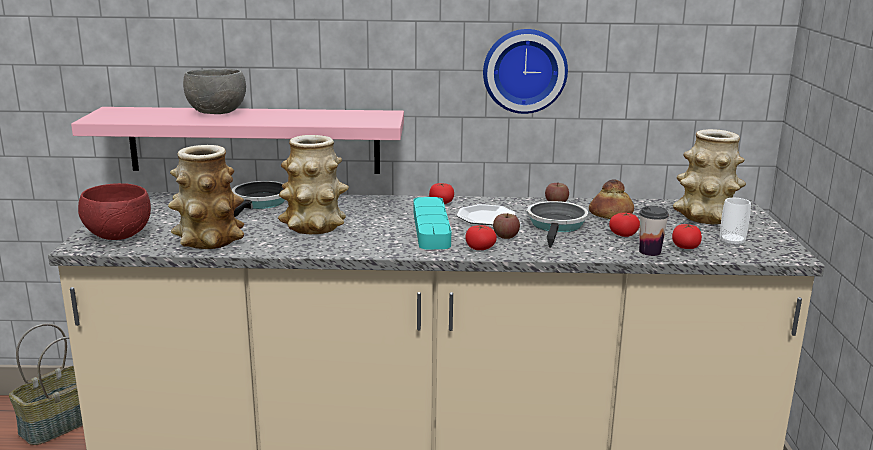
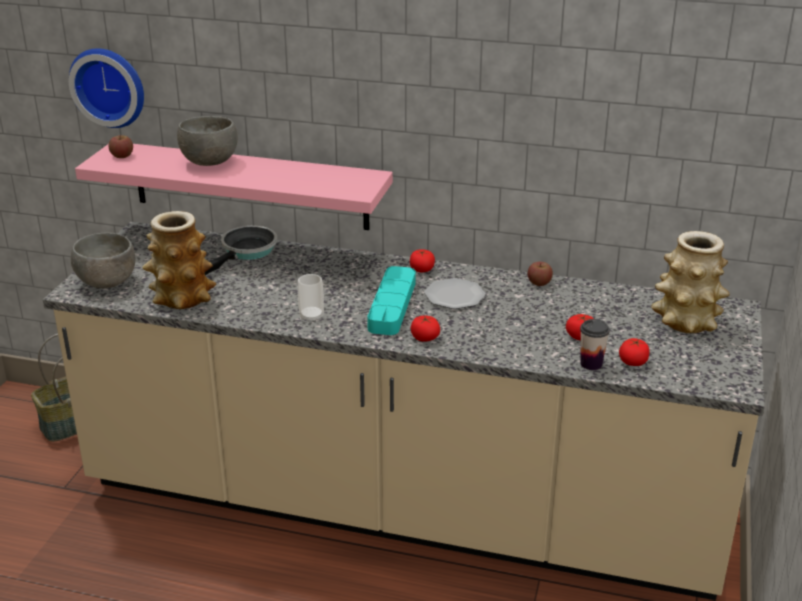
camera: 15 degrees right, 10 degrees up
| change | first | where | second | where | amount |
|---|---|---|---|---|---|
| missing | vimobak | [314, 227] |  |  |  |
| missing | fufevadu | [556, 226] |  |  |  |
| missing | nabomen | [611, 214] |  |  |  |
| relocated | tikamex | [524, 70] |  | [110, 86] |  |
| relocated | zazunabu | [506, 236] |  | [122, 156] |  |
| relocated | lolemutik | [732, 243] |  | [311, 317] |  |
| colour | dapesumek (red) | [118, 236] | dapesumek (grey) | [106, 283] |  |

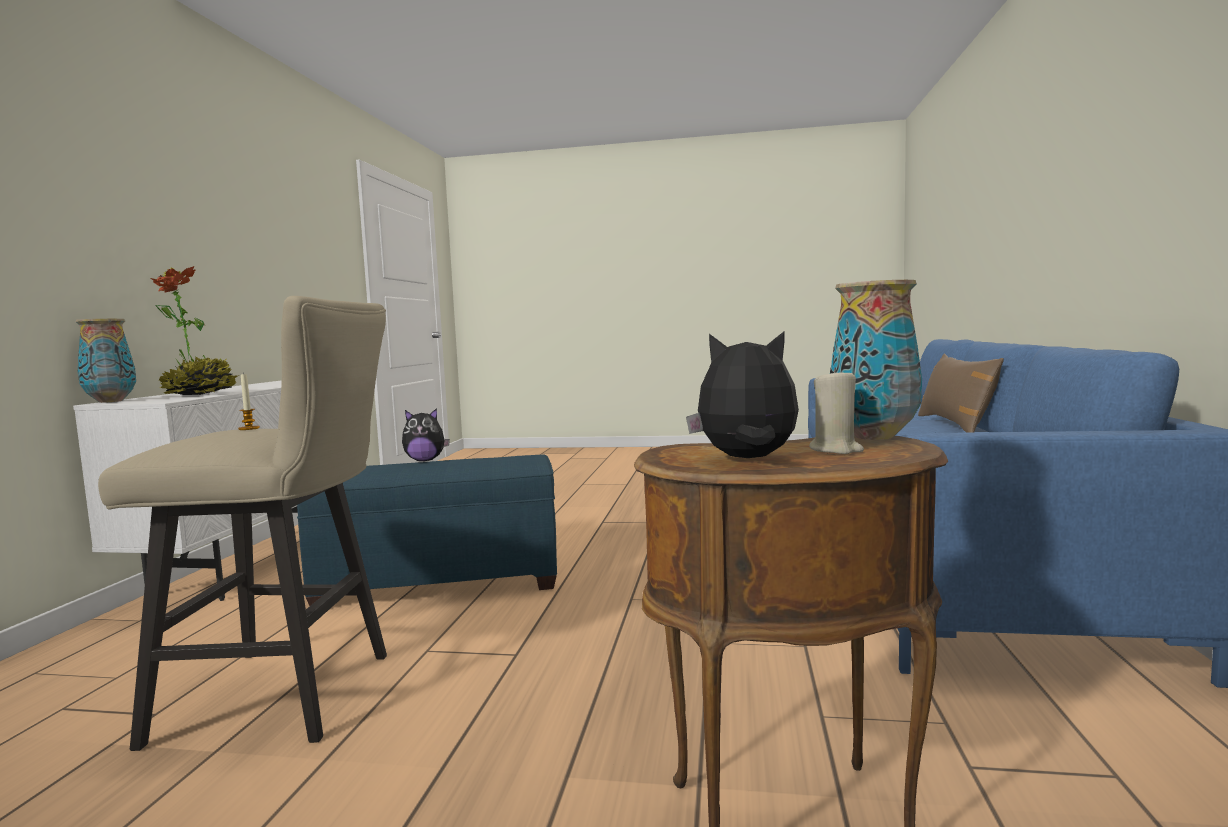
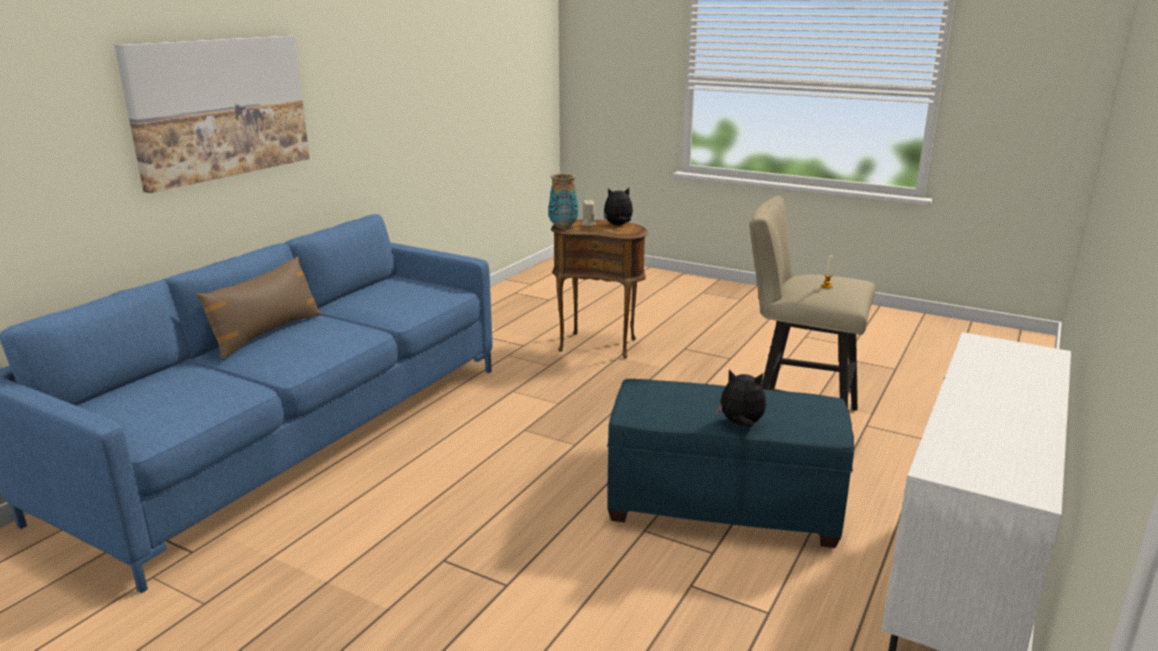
camera: 160 degrees left, 15 degrees up
| change | first | where | second | where | amount |
|---|---|---|---|---|---|
| missing | vimobak | [111, 401] |  |  |  |
| missing | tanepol | [200, 394] |  |  |  |
| appeared |  |  | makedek | [220, 108] |  |
| spun | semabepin | [747, 459] |  | [618, 225] | 135 degrees clockwise |

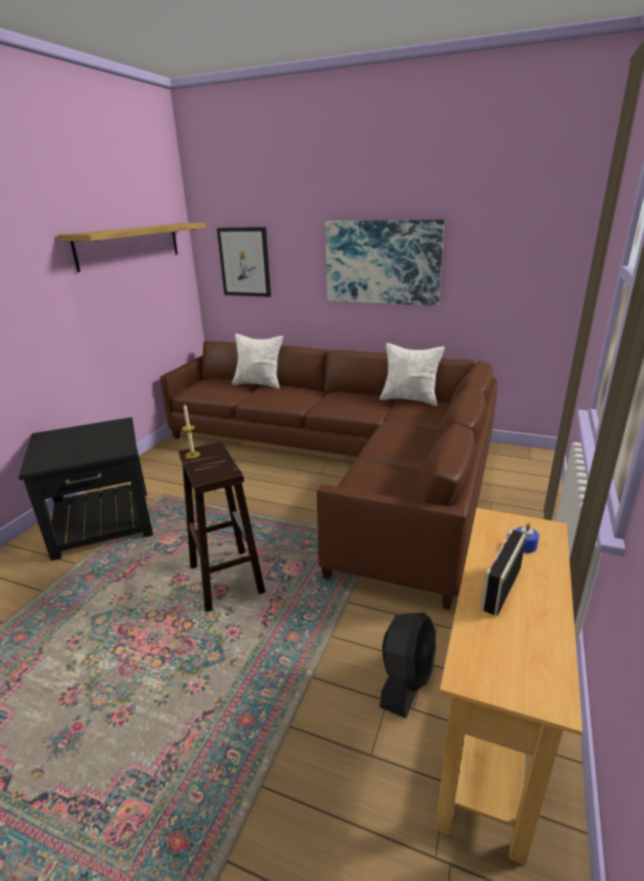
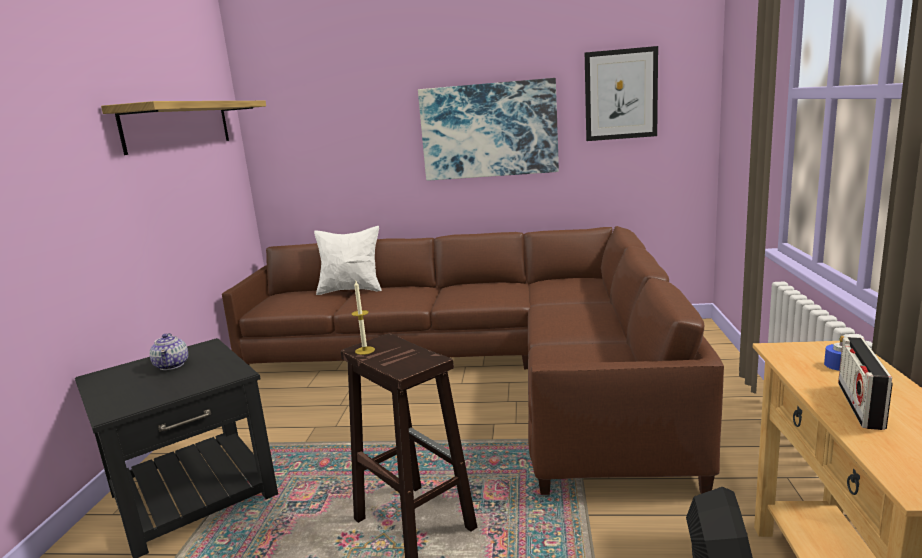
camera: 15 degrees left, 10 degrees down
| change | first | where | second | where | amount |
|---|---|---|---|---|---|
| missing | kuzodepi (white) | [410, 399] |  |  |  |
| appeared |  |  | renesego | [172, 365] |  |
| relocated | makedek | [245, 262] |  | [620, 94] |  |

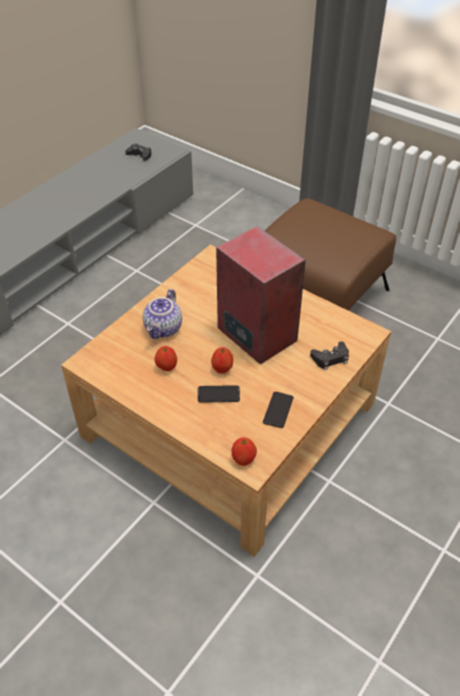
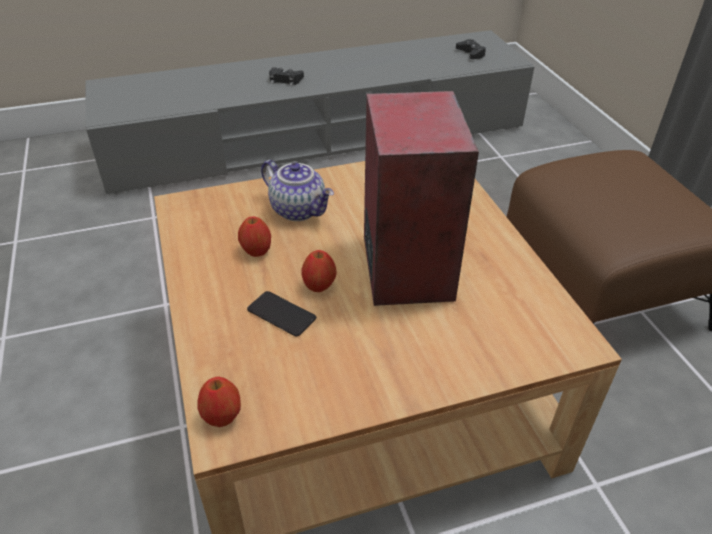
camera: 35 degrees right, 5 degrees down
| change | first | where | second | where | amount |
|---|---|---|---|---|---|
| missing | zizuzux | [278, 410] |  |  |  |
| relocated | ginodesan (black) | [330, 358] |  | [285, 80] |  |
| spun | renesego | [164, 329] |  | [299, 210] | 105 degrees counterclockwise |

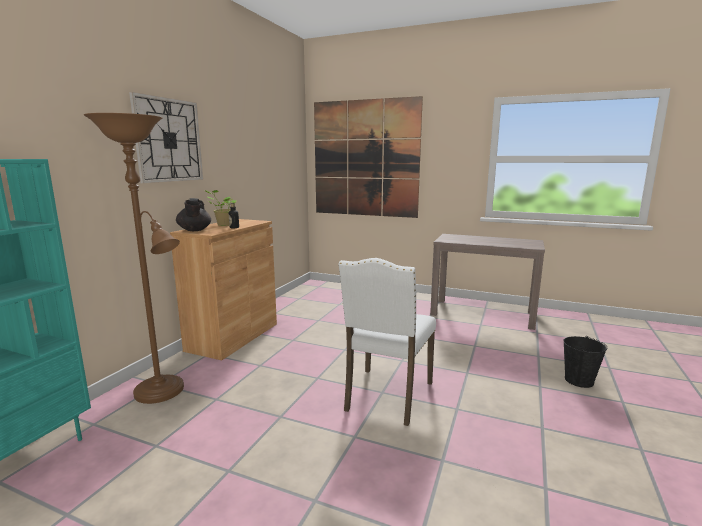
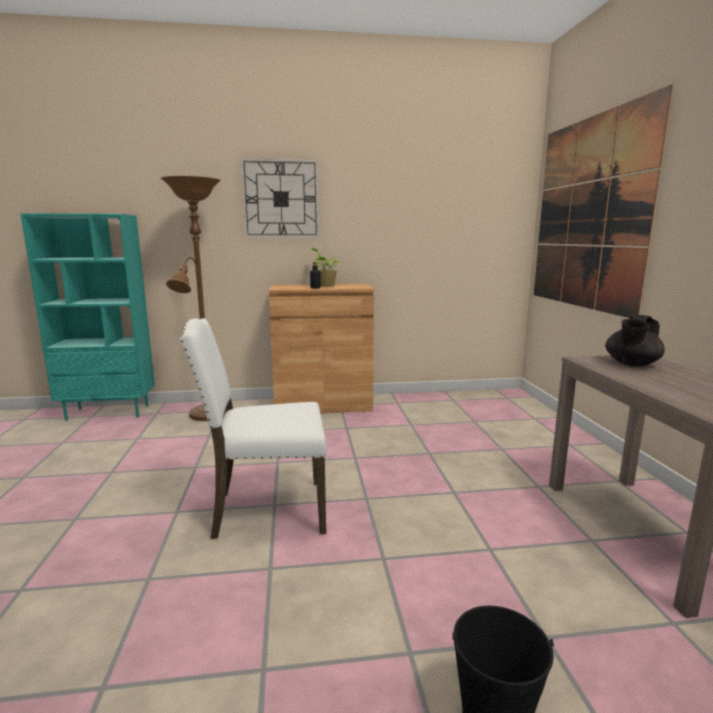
camera: 60 degrees right, 0 degrees up
| change | first | where | second | where | amount |
|---|---|---|---|---|---|
| relocated | renesego (black) | [194, 230] |  | [631, 364] |  |

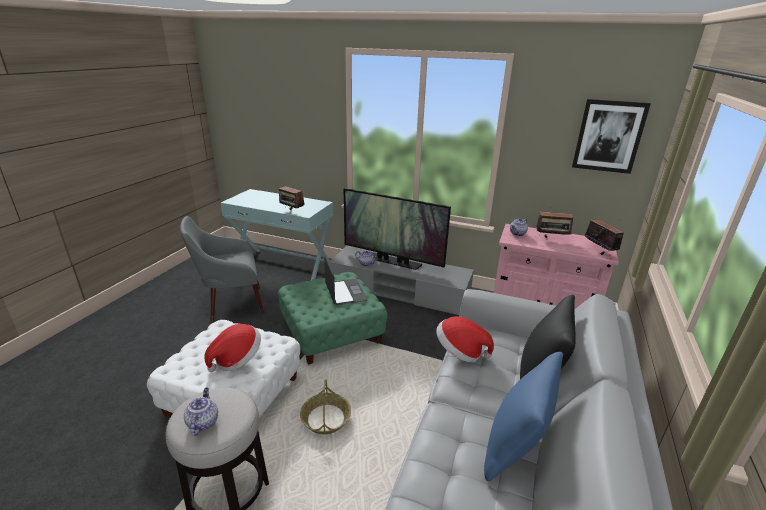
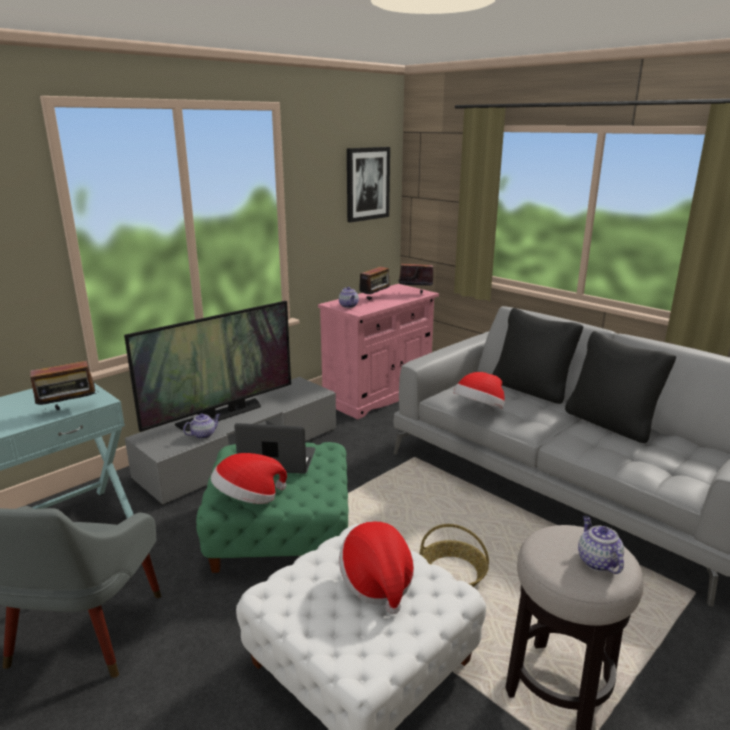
camera: 65 degrees left, 5 degrees down
| change | first | where | second | where | amount |
|---|---|---|---|---|---|
| appeared |  |  | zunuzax | [248, 499] |  |
| colour | kuzodepi (blue) | [515, 448] | kuzodepi (black) | [610, 423] |  |
| spun | renesego | [203, 422] |  | [597, 561] | 60 degrees clockwise |

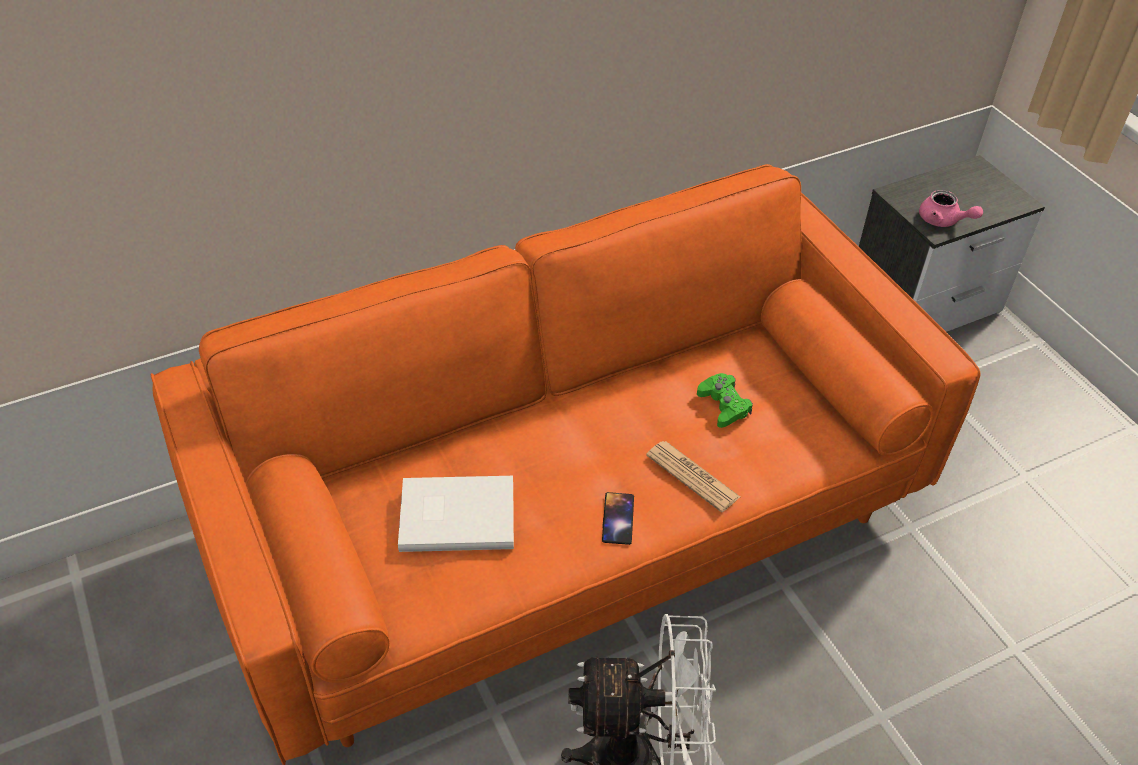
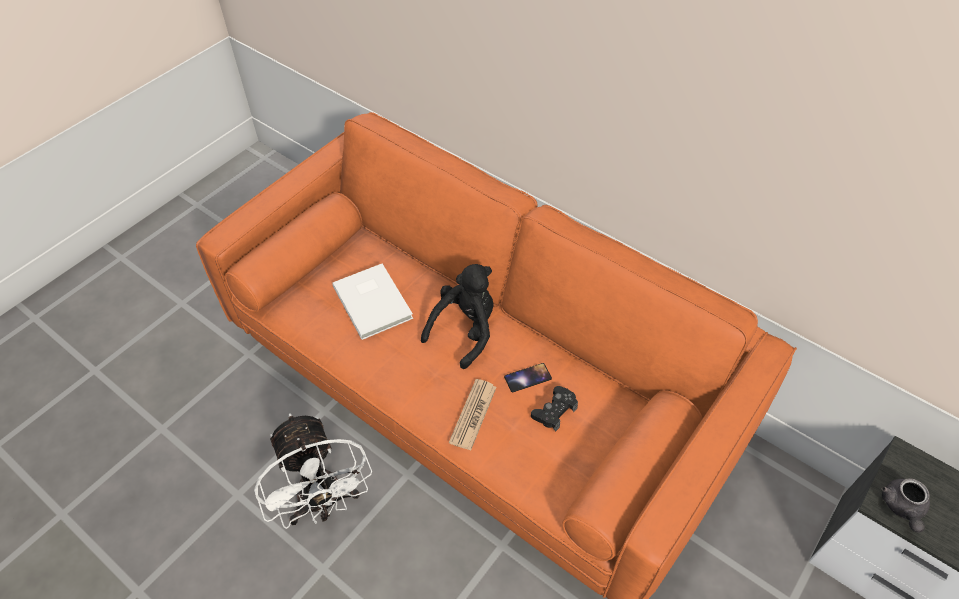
camera: 65 degrees right, 5 degrees up
| change | first | where | second | where | amount |
|---|---|---|---|---|---|
| appeared |  |  | semabepin (black) | [465, 330] |  |
| relocated | zizuzux | [618, 518] |  | [527, 378] |  |
| colour | ginodesan (green) | [724, 405] | ginodesan (black) | [554, 411] |  |
| colour | renesego (pink) | [943, 221] | renesego (grey) | [901, 508] |  |

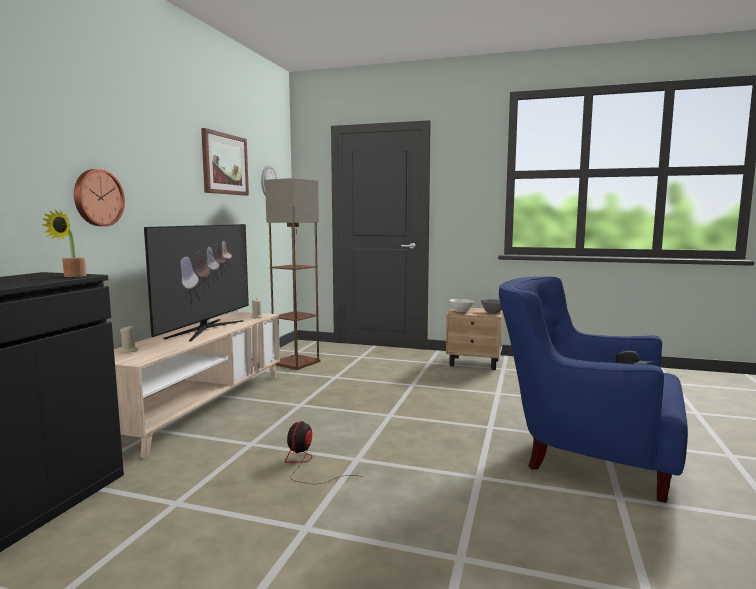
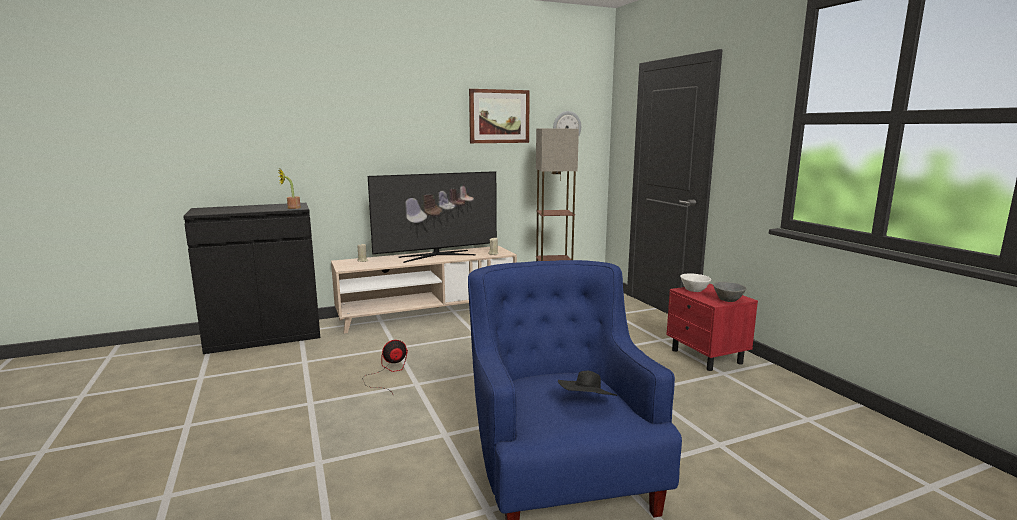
camera: 50 degrees right, 5 degrees up
| change | first | where | second | where | amount |
|---|---|---|---|---|---|
| missing | tikamex | [97, 198] |  |  |  |
| colour | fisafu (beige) | [475, 363] | fisafu (red) | [707, 357] |  |

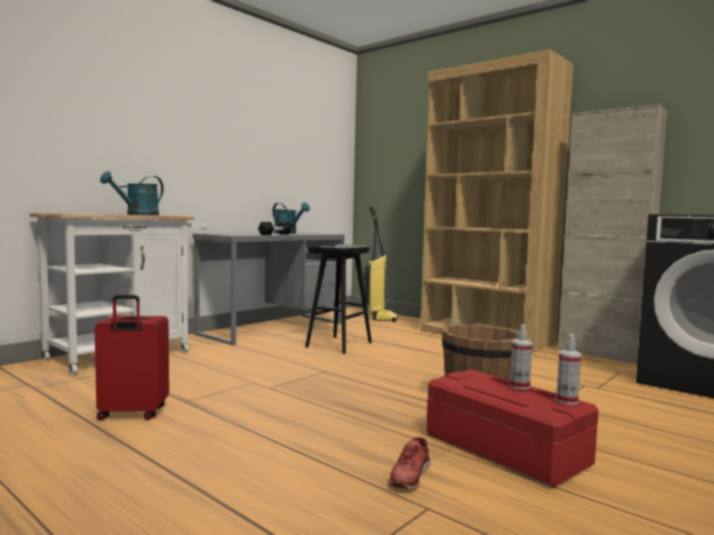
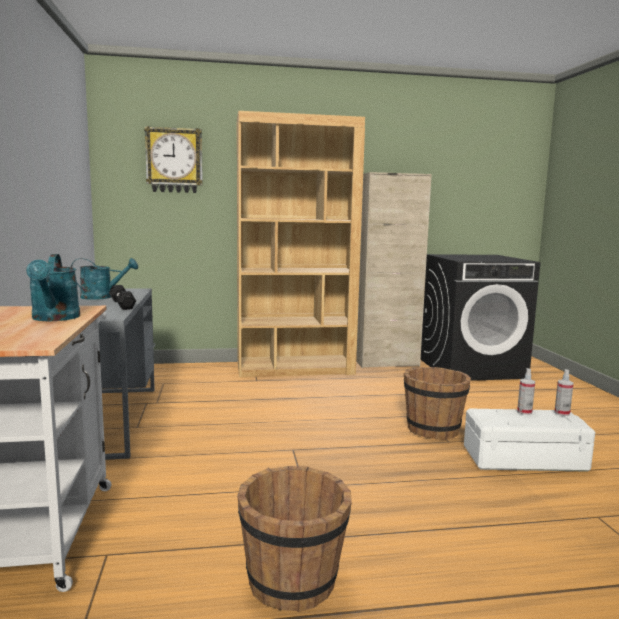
camera: 50 degrees left, 5 degrees up
| change | first | where | second | where | amount |
|---|---|---|---|---|---|
| missing | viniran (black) | [339, 345] |  |  |  |
| missing | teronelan | [381, 318] |  |  |  |
| missing | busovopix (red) | [409, 476] |  |  |  |
| appeared |  |  | tikamex | [174, 160] |  |
| exchanged | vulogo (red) | [132, 414] | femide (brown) | [293, 582] |  |
| colour | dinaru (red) | [506, 449] | dinaru (white) | [524, 458] |  |

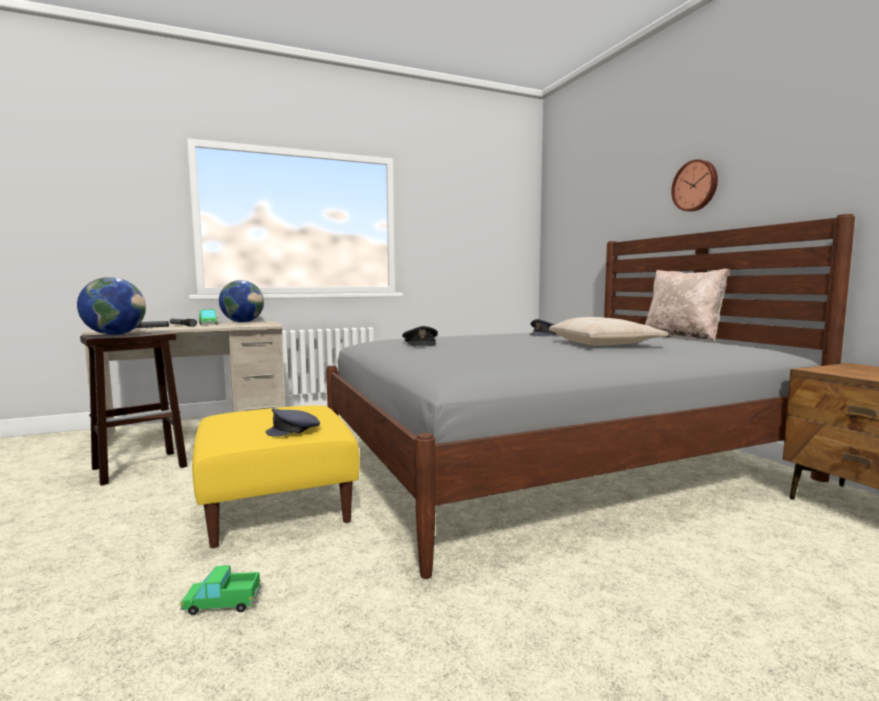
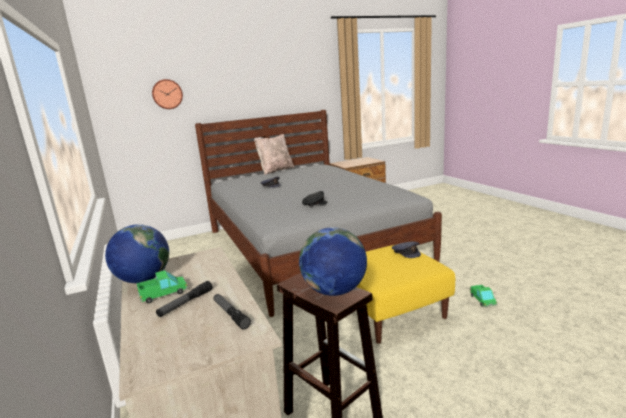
camera: 90 degrees left, 10 degrees up
| change | first | where | second | where | amount |
|---|---|---|---|---|---|
| missing | kuzodepi (beige) | [604, 344] |  |  |  |
| relocated | tikamex | [695, 186] |  | [167, 94] |  |

